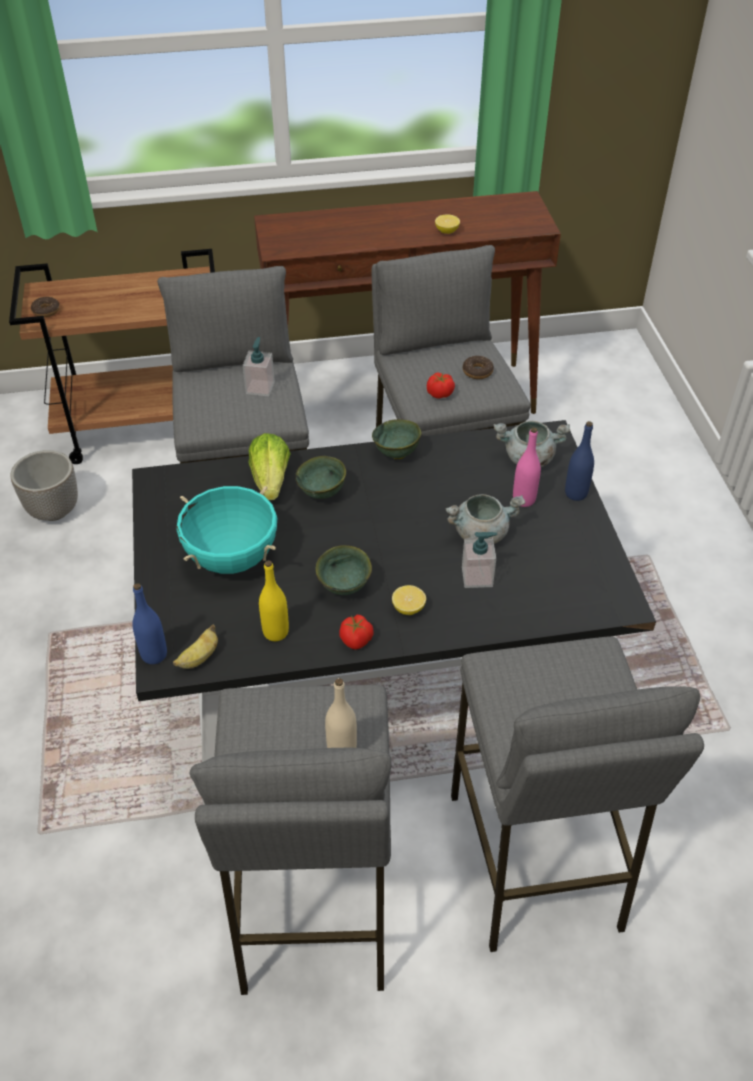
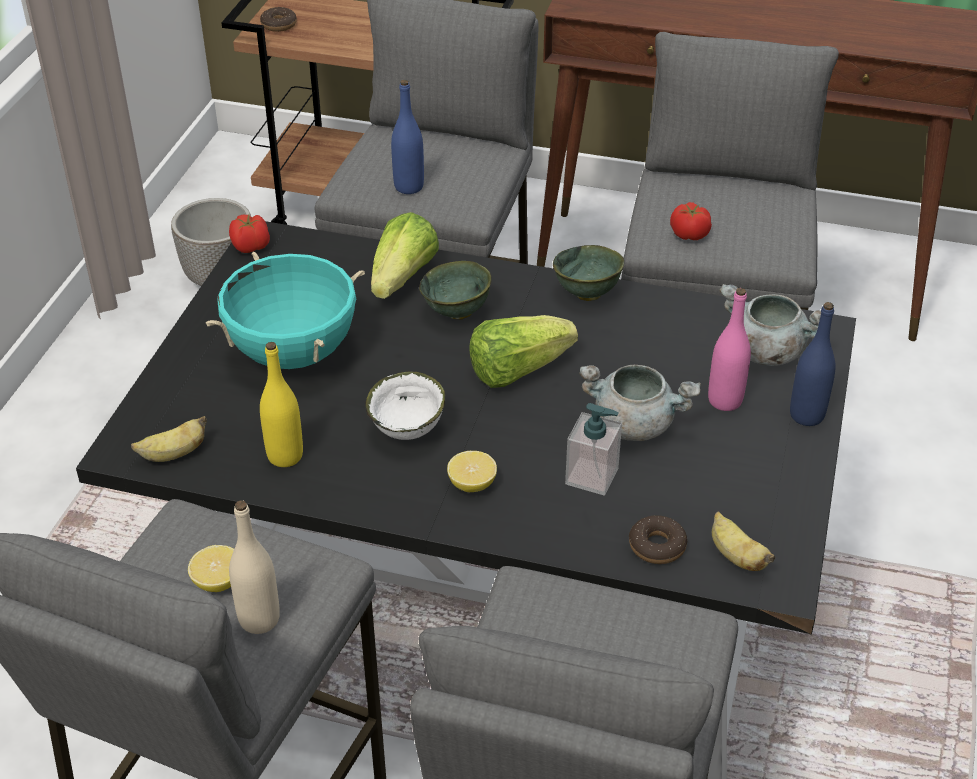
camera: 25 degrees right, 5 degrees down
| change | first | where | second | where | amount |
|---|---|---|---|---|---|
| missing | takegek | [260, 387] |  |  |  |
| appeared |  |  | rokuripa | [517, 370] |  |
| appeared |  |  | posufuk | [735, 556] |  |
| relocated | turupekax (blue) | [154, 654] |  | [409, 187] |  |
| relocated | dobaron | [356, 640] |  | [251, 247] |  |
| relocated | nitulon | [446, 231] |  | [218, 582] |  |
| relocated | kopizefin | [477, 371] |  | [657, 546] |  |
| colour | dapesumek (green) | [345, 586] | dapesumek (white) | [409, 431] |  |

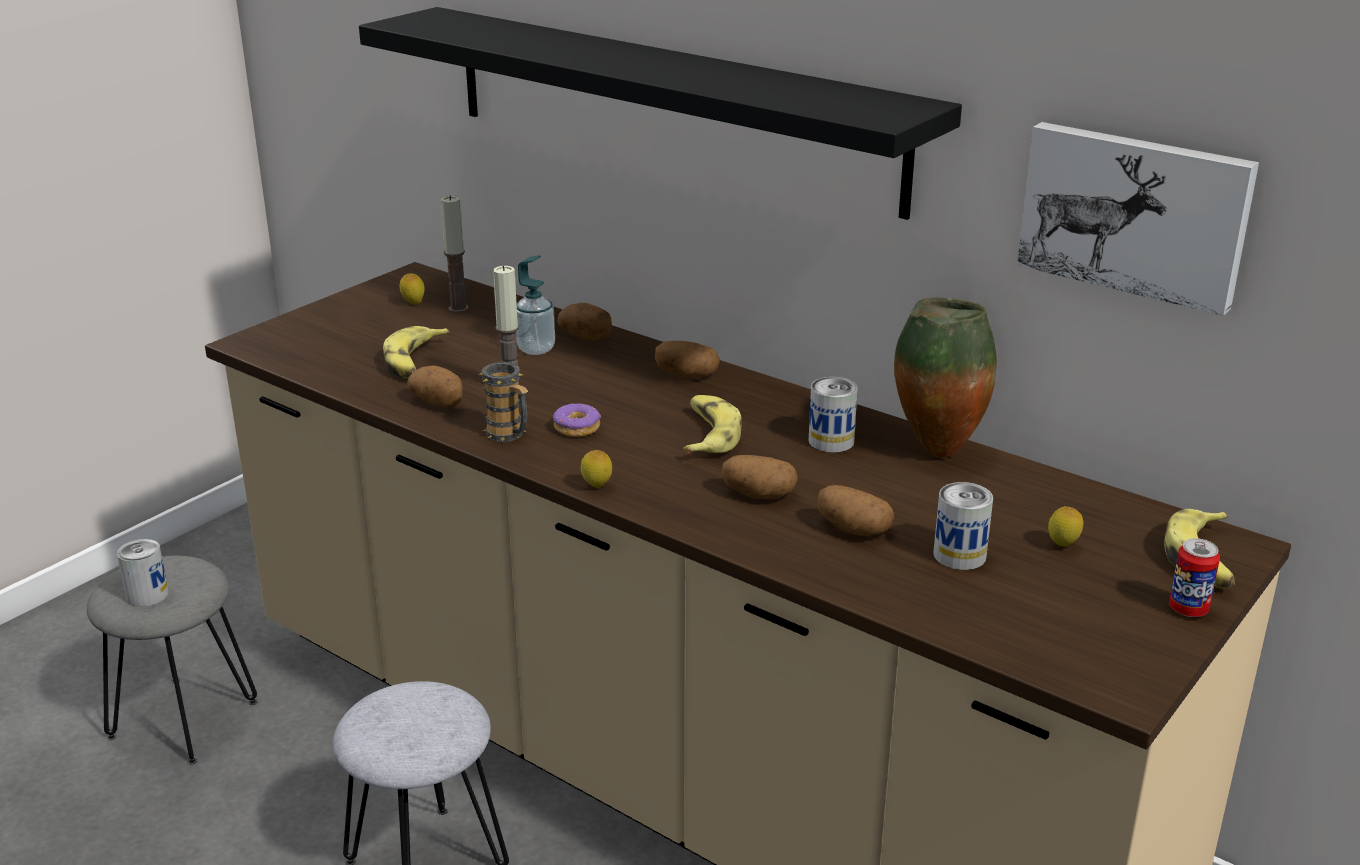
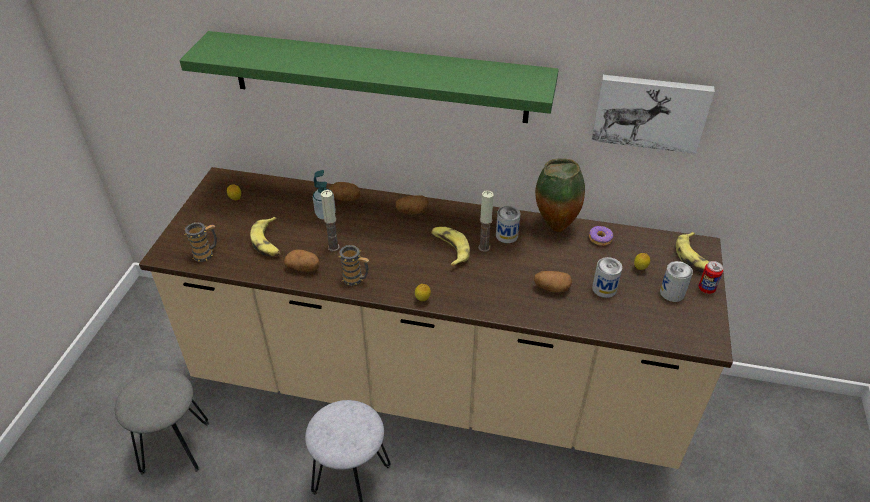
camera: 25 degrees left, 15 degrees up
| change | first | where | second | where | amount |
|---|---|---|---|---|---|
| missing | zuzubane | [758, 495] |  |  |  |
| appeared |  |  | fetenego | [206, 253] |  |
| relocated | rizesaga | [147, 595] |  | [672, 293] |  |
| relocated | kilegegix | [458, 308] |  | [484, 247] |  |
| relocated | kopizefin | [577, 428] |  | [600, 239] |  |
| colour | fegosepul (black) | [668, 106] | fegosepul (green) | [378, 77] |  |

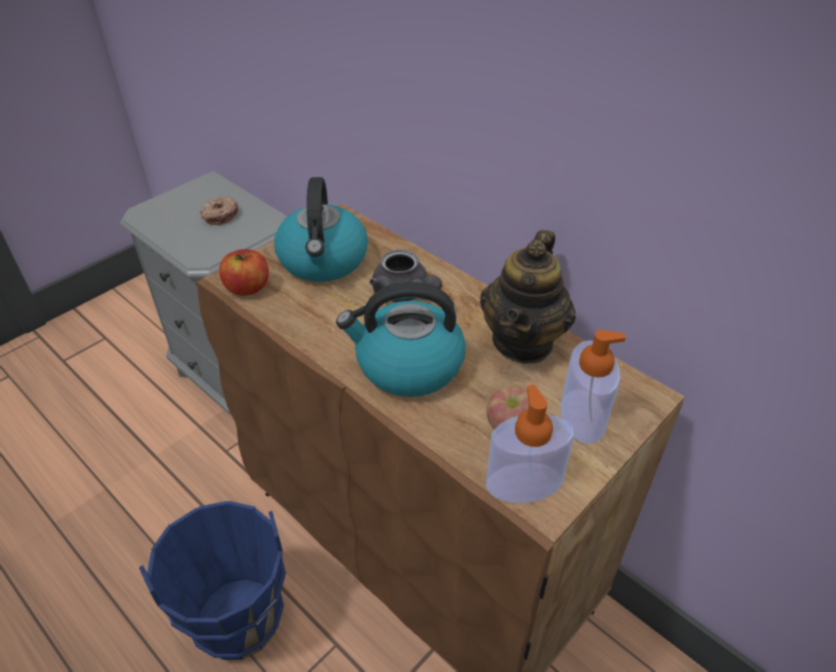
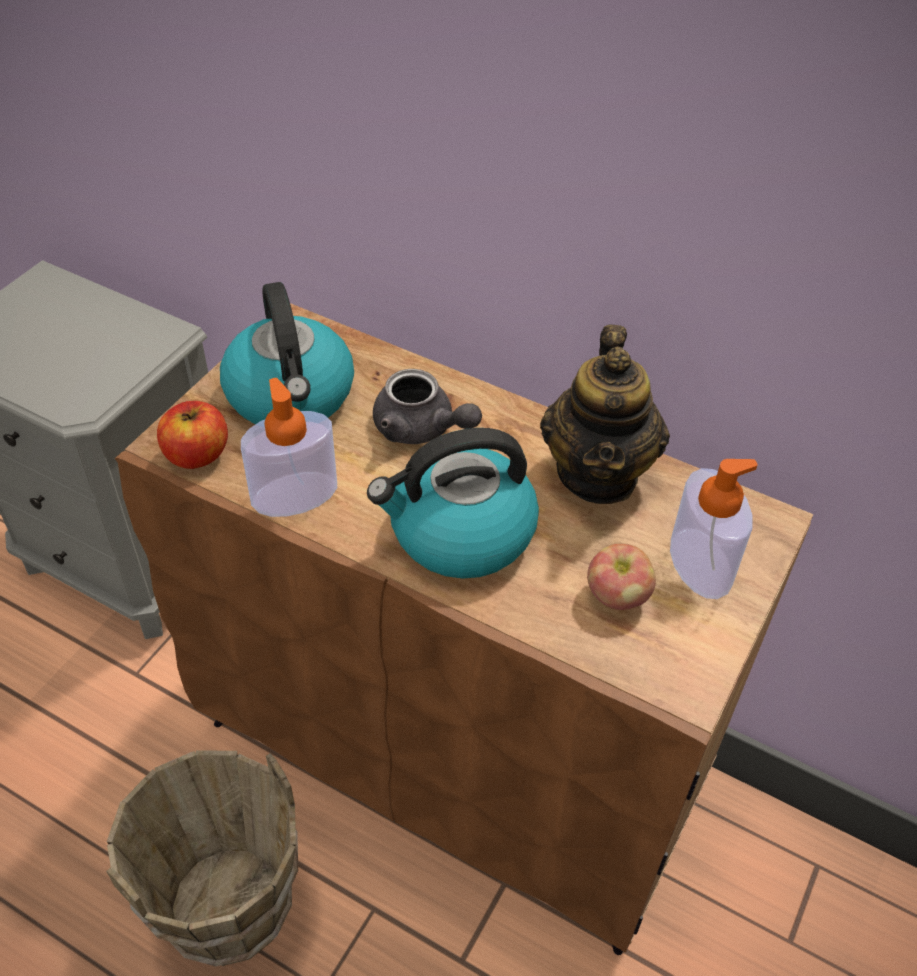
camera: 15 degrees left, 5 degrees up
| change | first | where | second | where | amount |
|---|---|---|---|---|---|
| missing | kopizefin | [220, 215] |  |  |  |
| relocated | takegek | [524, 483] |  | [295, 494] |  |
| colour | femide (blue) | [238, 619] | femide (brown) | [228, 906] |  |

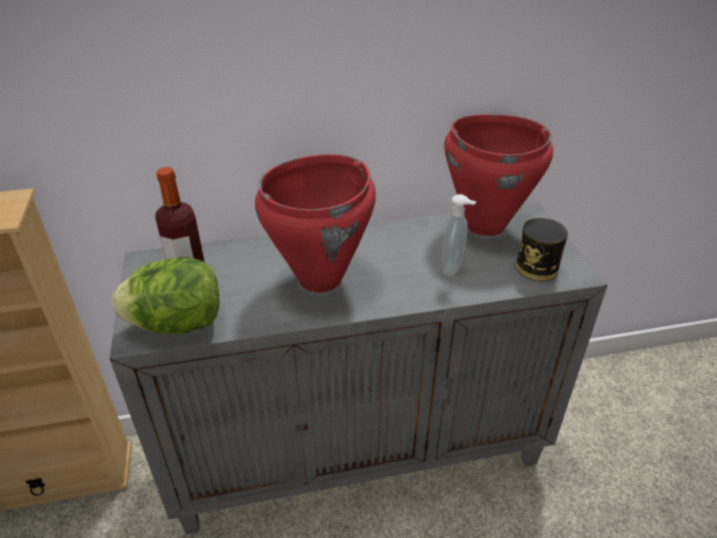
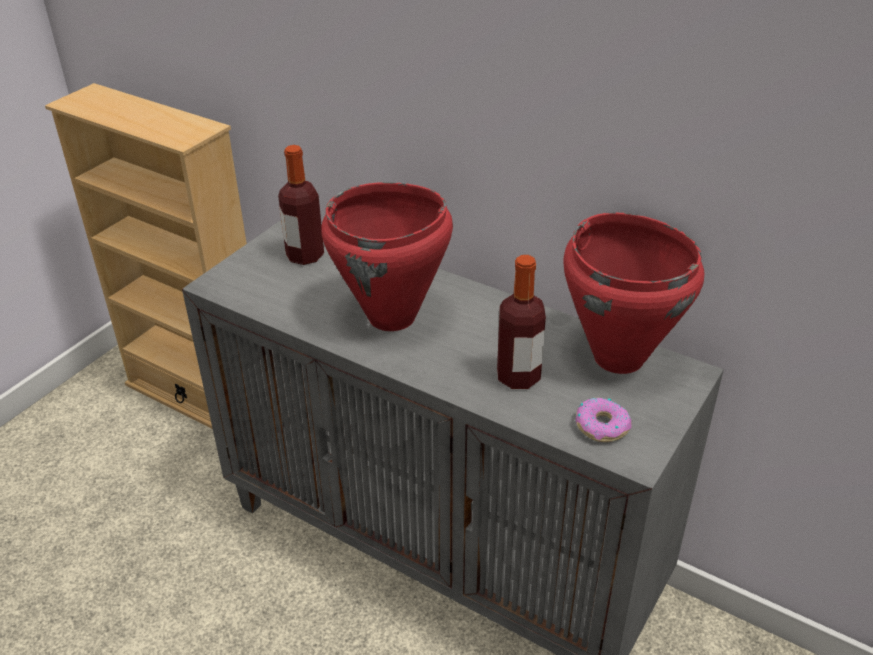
camera: 45 degrees right, 0 degrees up
| change | first | where | second | where | amount |
|---|---|---|---|---|---|
| missing | rokuripa | [177, 324] |  |  |  |
| exchanged | takegek | [454, 268] | turupekax | [518, 377] |  |
| exchanged | rizesaga | [536, 267] | kopizefin | [602, 426] |  |

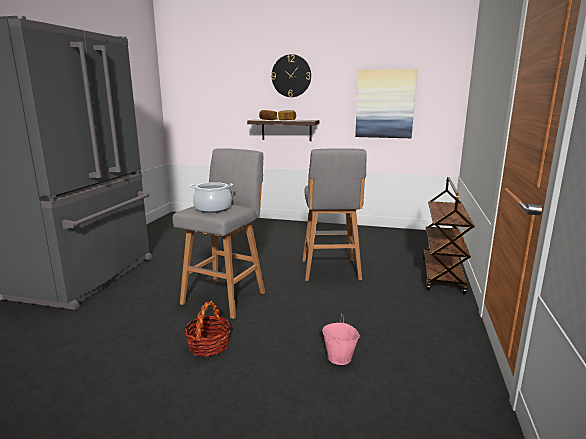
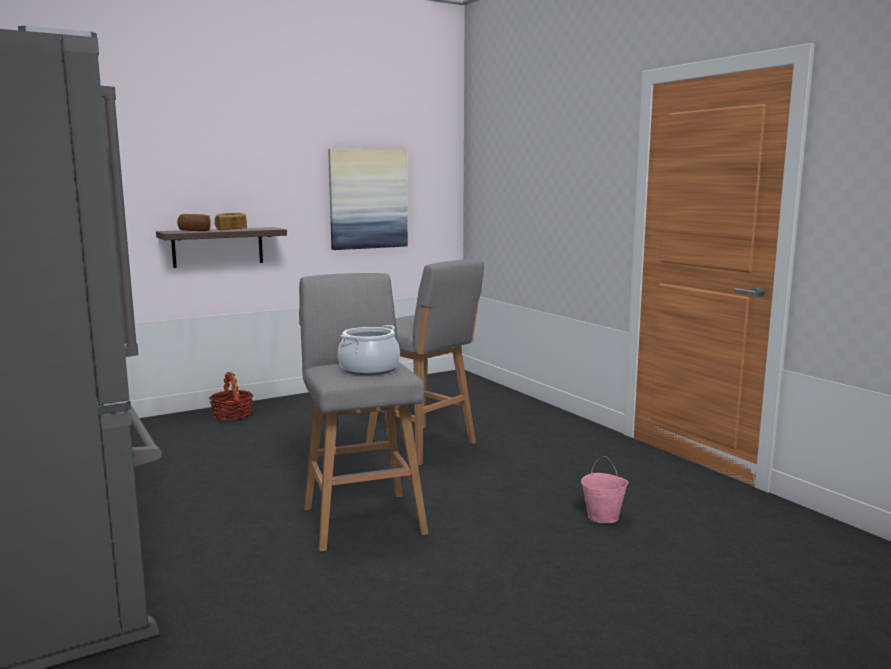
camera: 45 degrees left, 5 degrees down
| change | first | where | second | where | amount |
|---|---|---|---|---|---|
| missing | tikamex | [291, 76] |  |  |  |
| missing | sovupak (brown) | [442, 275] |  |  |  |
| relocated | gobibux | [208, 346] |  | [232, 415] |  |

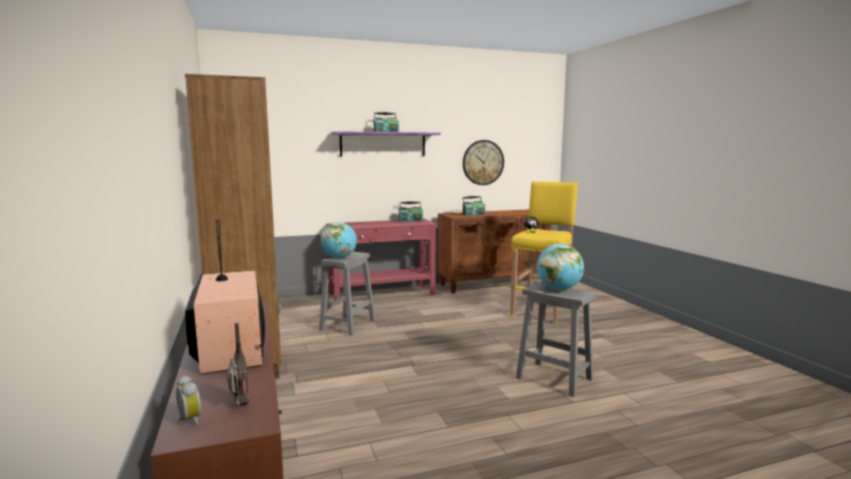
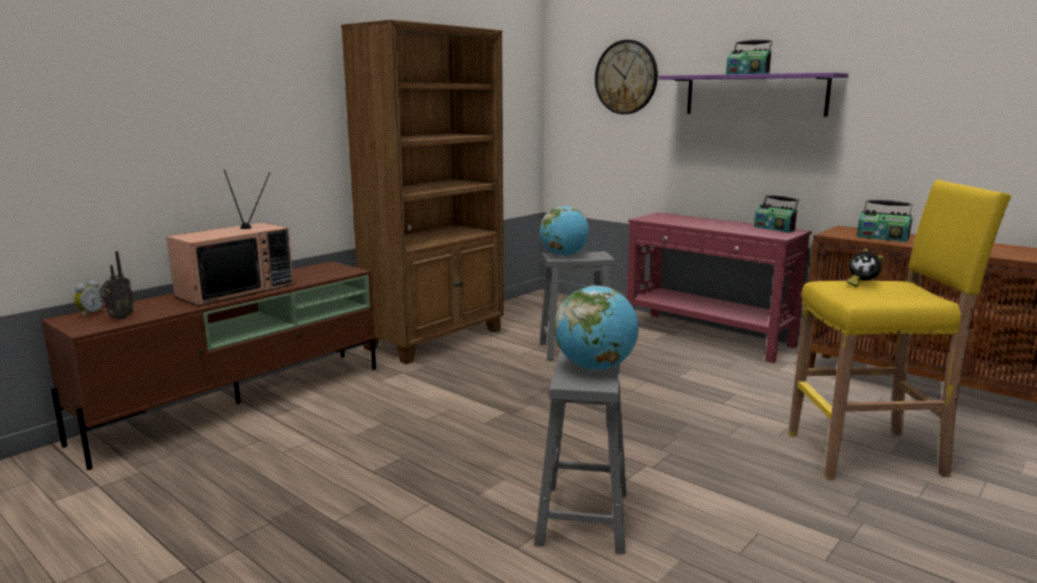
camera: 60 degrees right, 5 degrees up
| change | first | where | second | where | amount |
|---|---|---|---|---|---|
| relocated | tikamex | [483, 162] |  | [626, 77] |  |

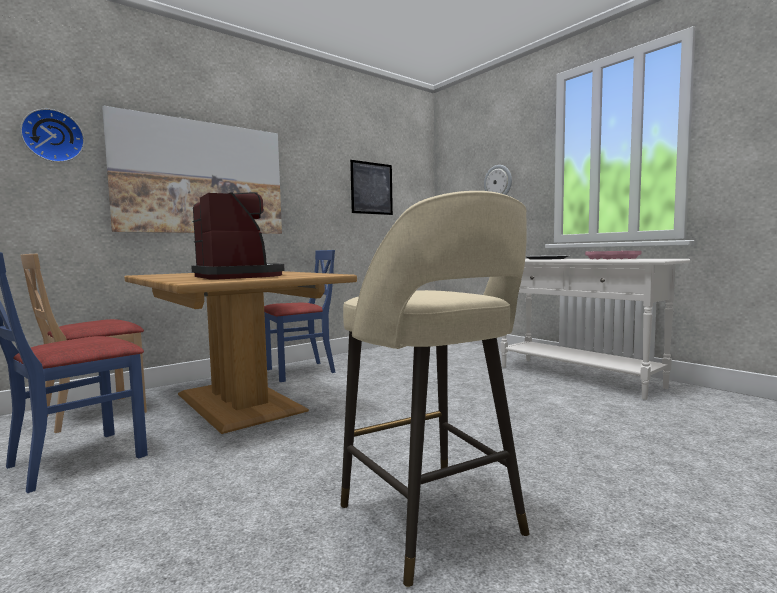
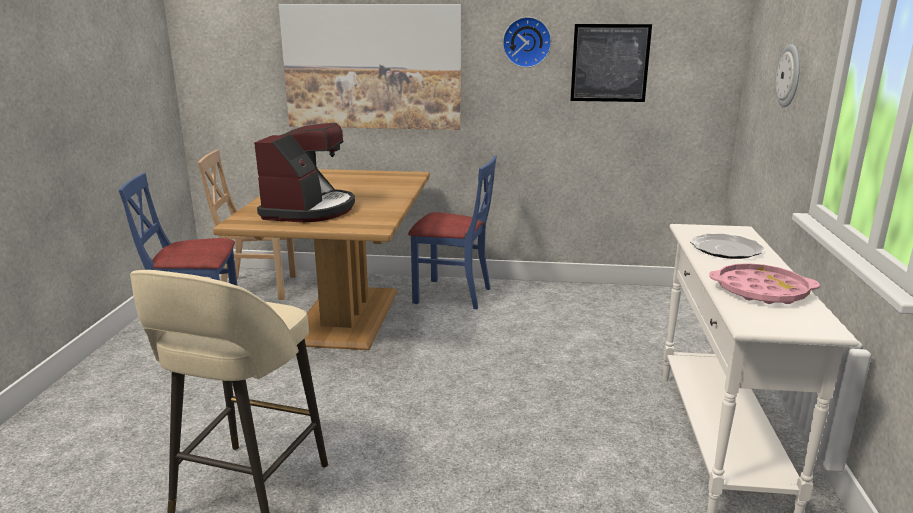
camera: 45 degrees right, 15 degrees up
| change | first | where | second | where | amount |
|---|---|---|---|---|---|
| relocated | tikamex | [53, 136] |  | [526, 42] |  |

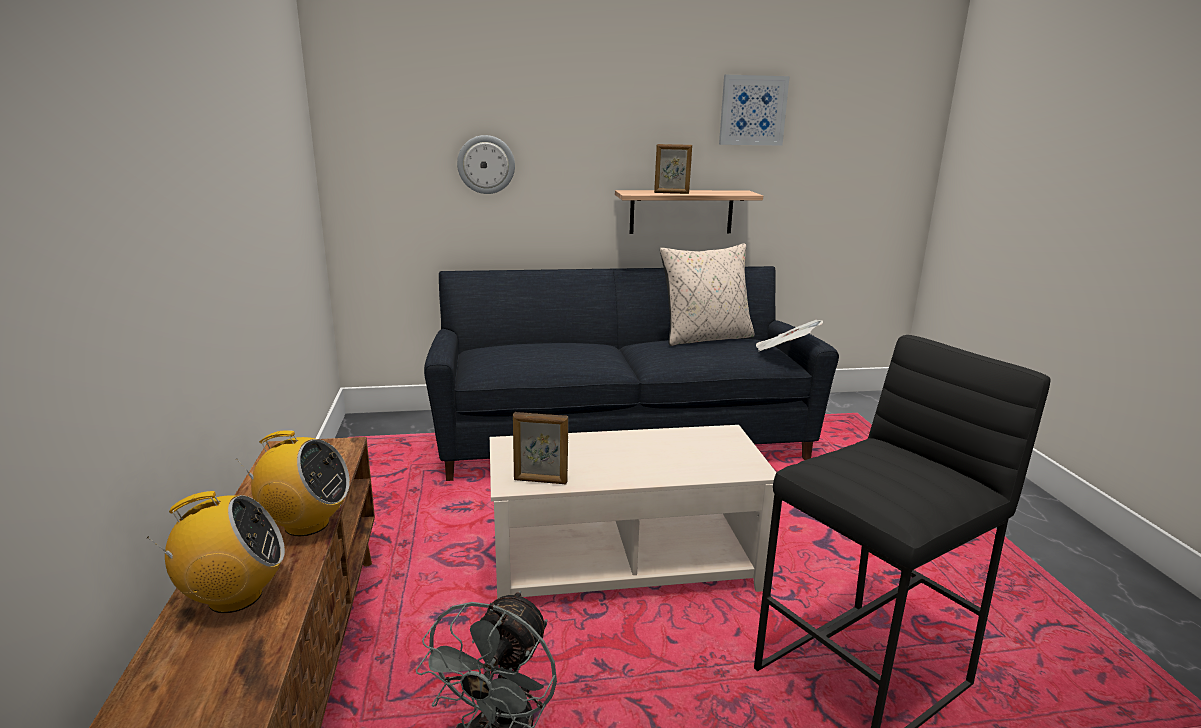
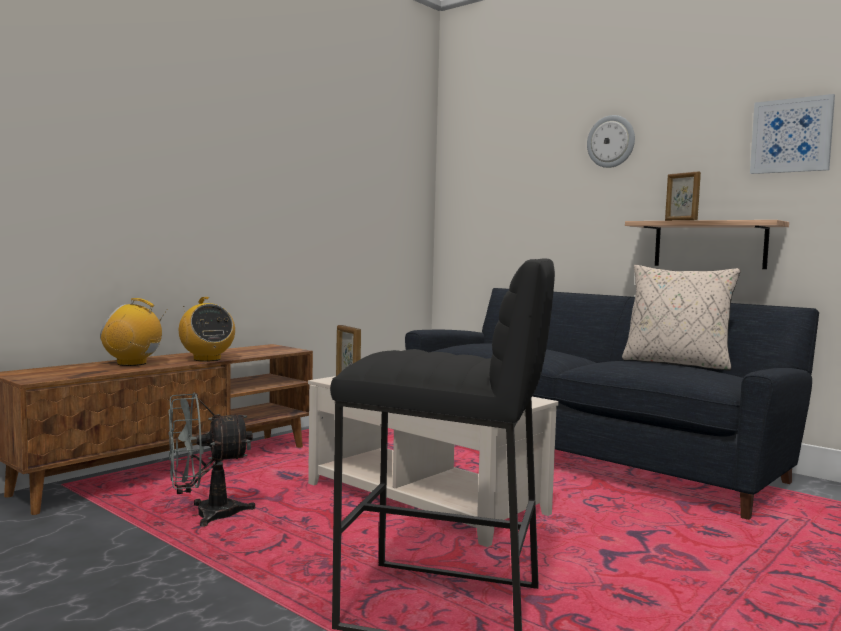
camera: 50 degrees right, 15 degrees down
| change | first | where | second | where | amount |
|---|---|---|---|---|---|
| missing | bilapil | [784, 352] |  |  |  |
| relocated | tikamex | [486, 164] |  | [611, 141] |  |
| spun | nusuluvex | [234, 597] |  | [132, 363] | 150 degrees clockwise |

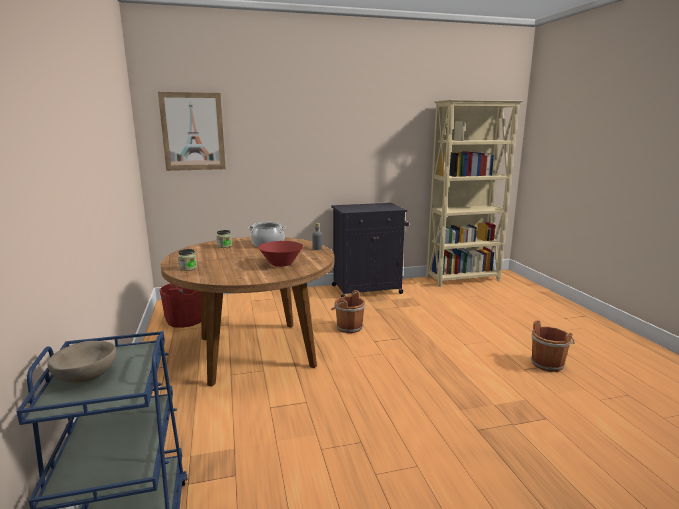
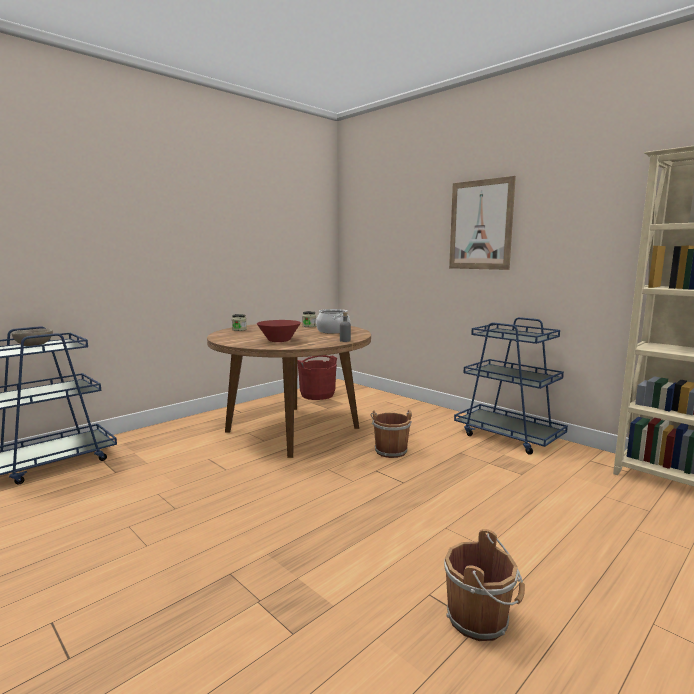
camera: 60 degrees right, 5 degrees down
| change | first | where | second | where | amount |
|---|---|---|---|---|---|
| relocated | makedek | [193, 132] |  | [480, 225] |  |
| exchanged | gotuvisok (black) | [368, 289] | sovupak (blue) | [508, 436] |  |

